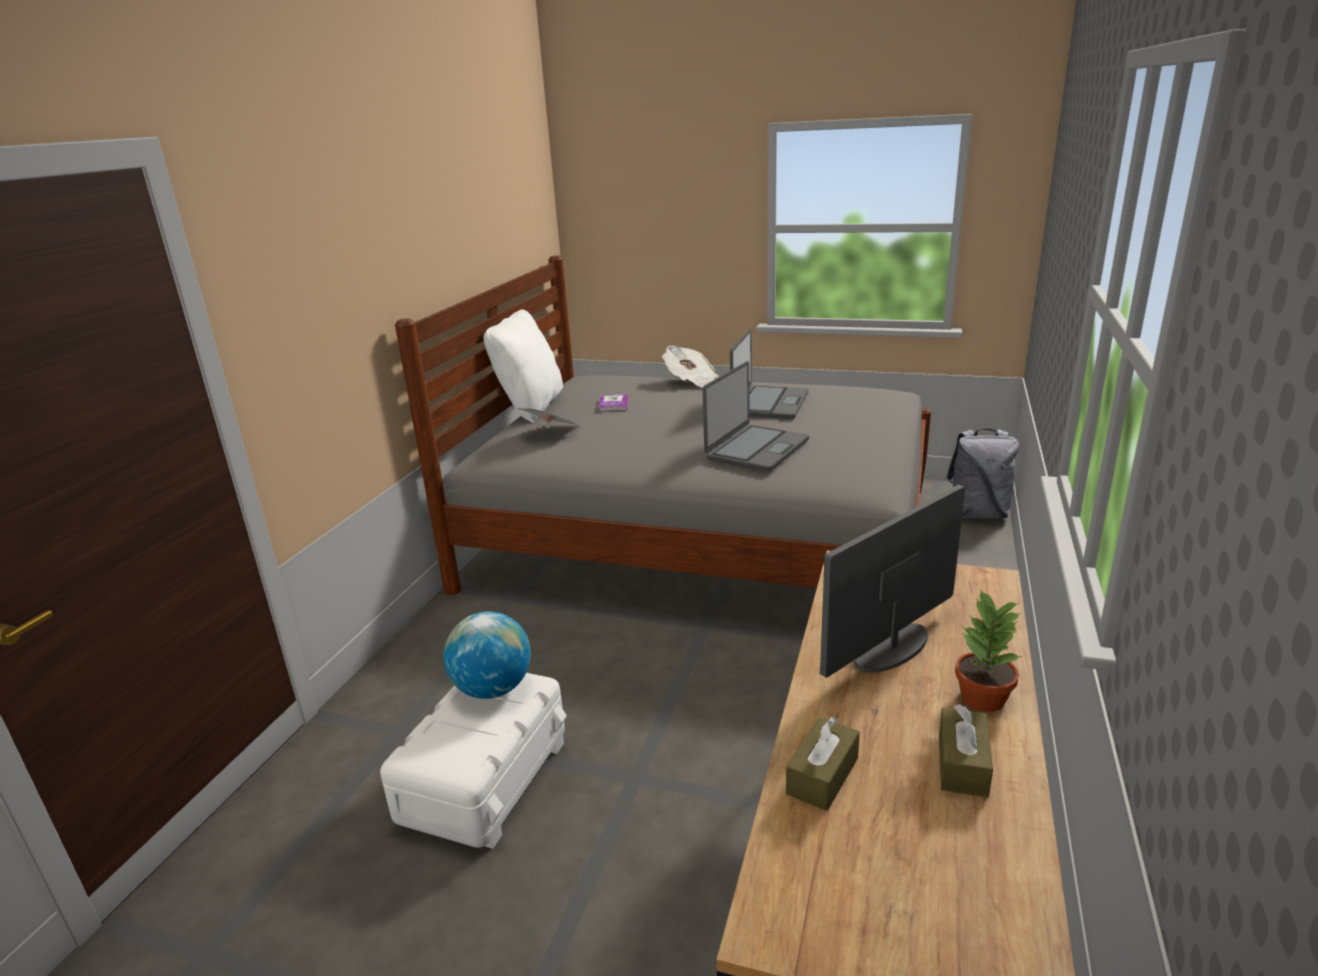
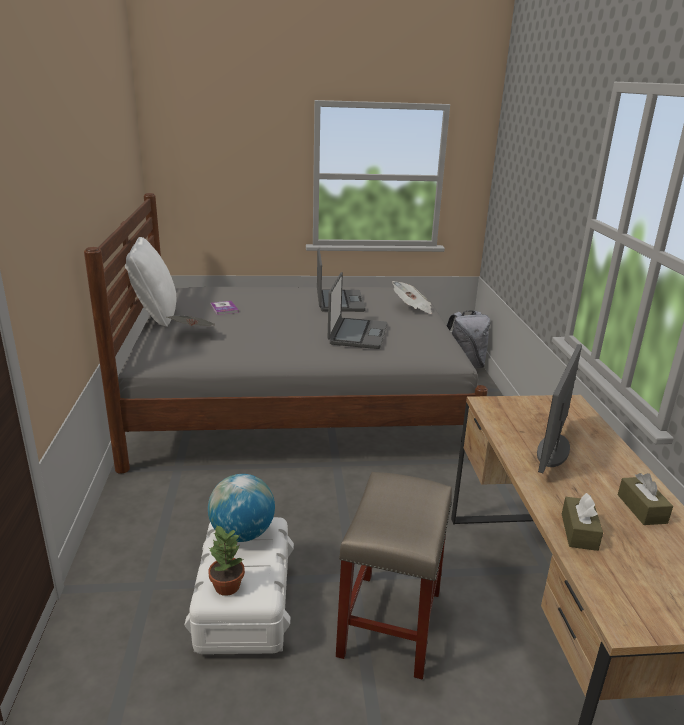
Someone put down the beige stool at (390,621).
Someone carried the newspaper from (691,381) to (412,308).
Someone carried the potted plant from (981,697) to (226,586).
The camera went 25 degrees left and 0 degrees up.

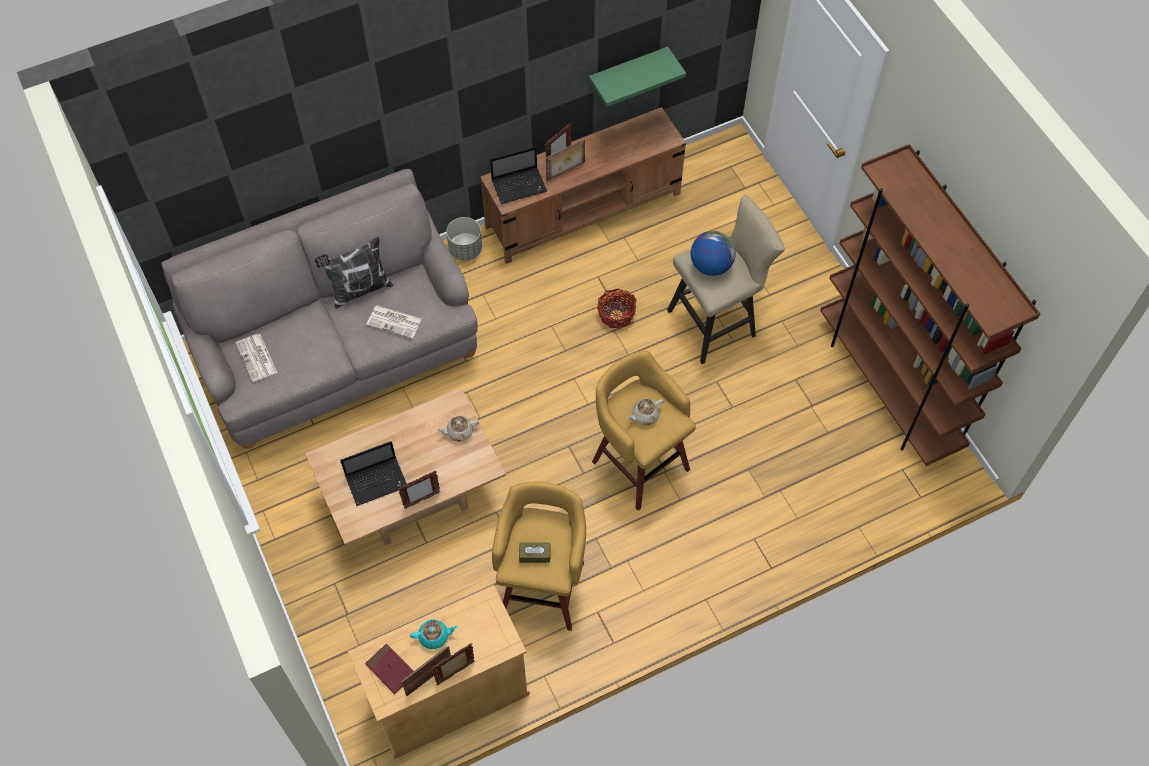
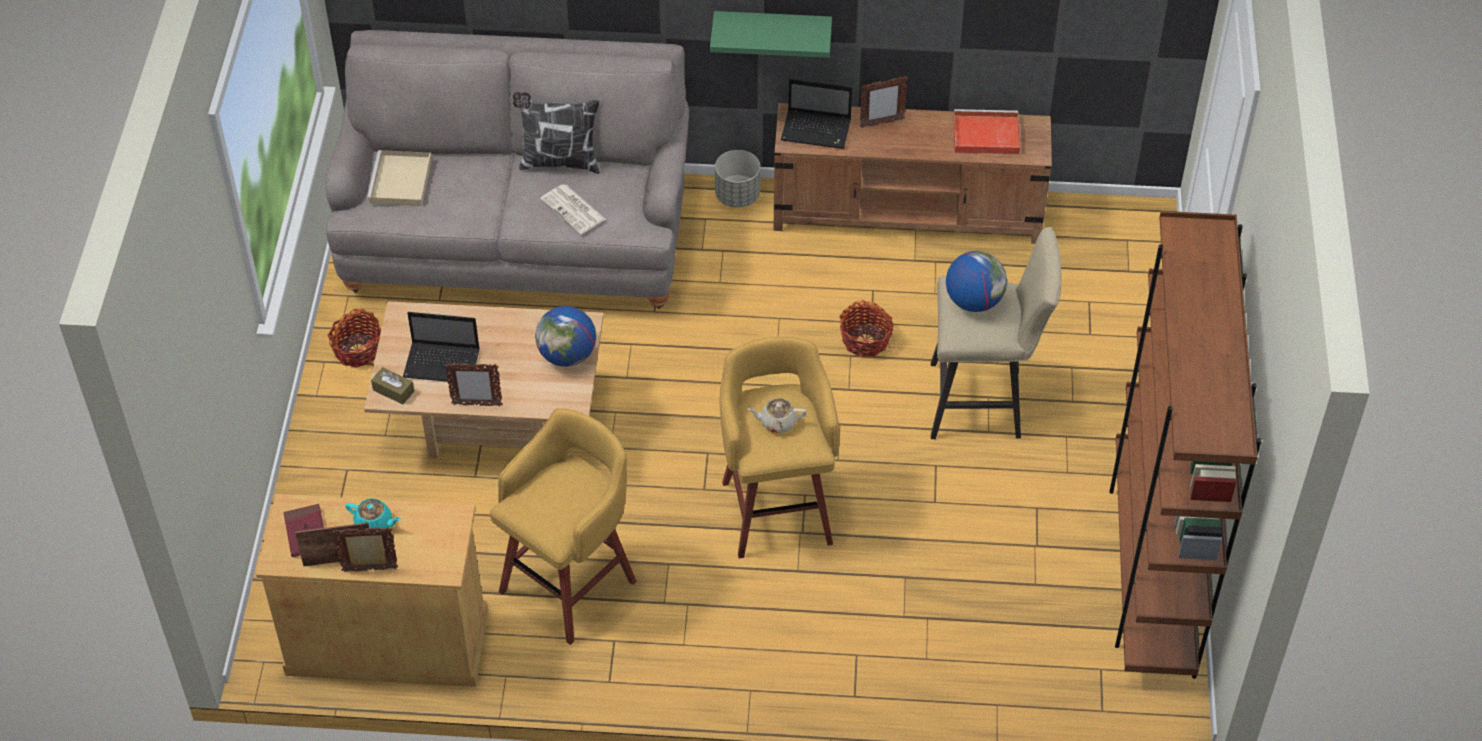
Someone took away the picture frame at (566,172).
Someone put down the basket at (358,350).
Someone put down the red tray at (984,135).
Someone carried the brown tissue box from (534,555) to (393,391).
Someone carried the green shelf from (628,72) to (772,30).
Someone swapped the newspaper at (257,358) for the beige tray at (401,182).
Someone swapped the beige teapot at (459,432) for the globe at (567,356).
The camera went 30 degrees right and 10 degrees down.

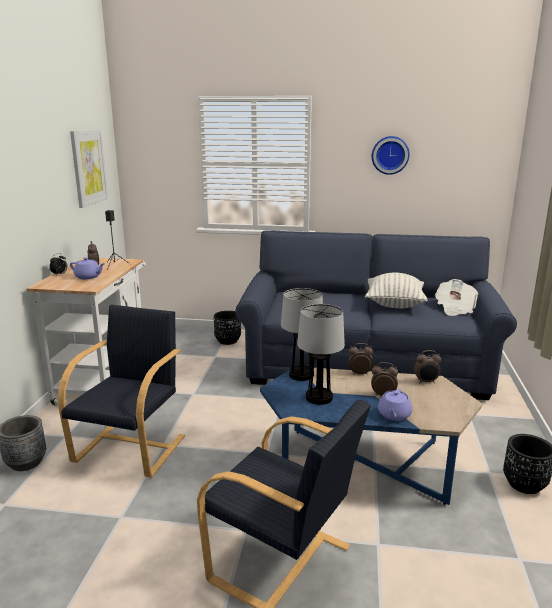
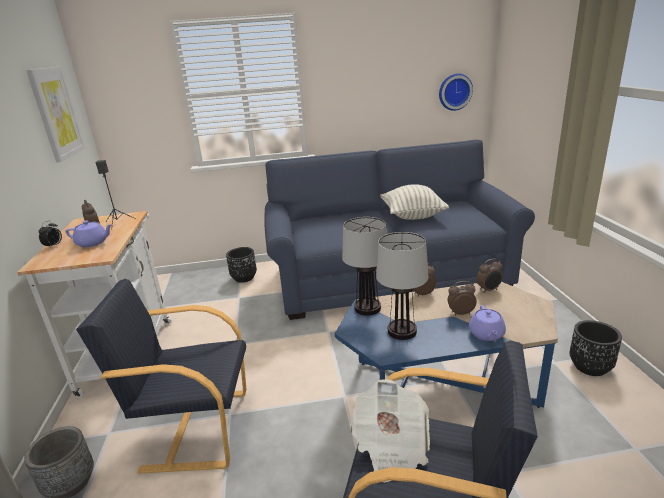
Someone carried the wall clock from (390,155) to (454,92).
Someone carried the newspaper from (454,309) to (390,445).
Someone rotated the black armchair at (131,448) by 90 degrees counterclockwise.
The camera went 15 degrees left and 5 degrees up.

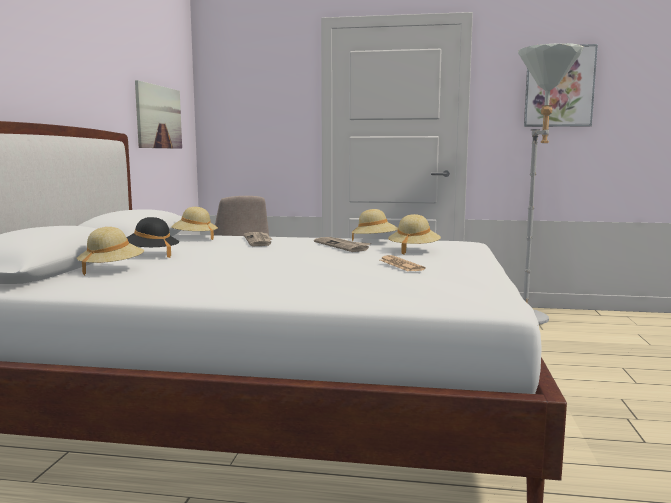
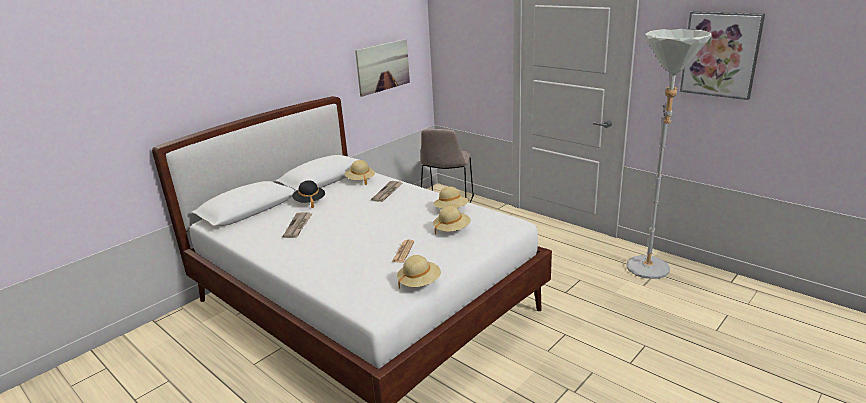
Someone carried the beige hat from (111,270) to (419,283).
Someone carried the newspaper from (342,246) to (298,226).
The camera went 35 degrees right and 15 degrees up.

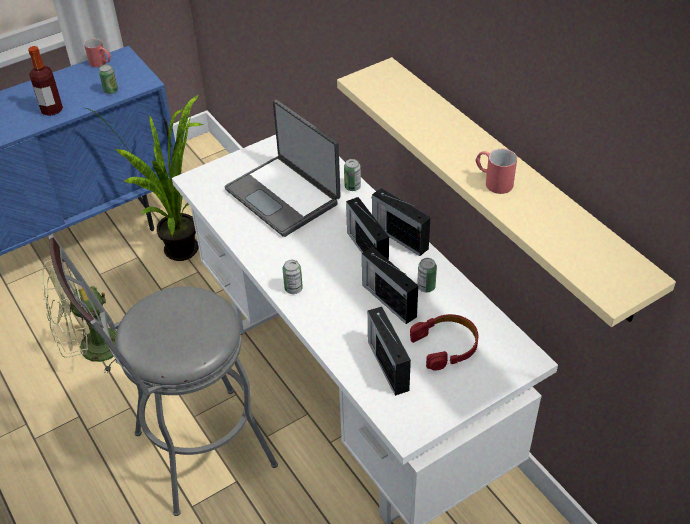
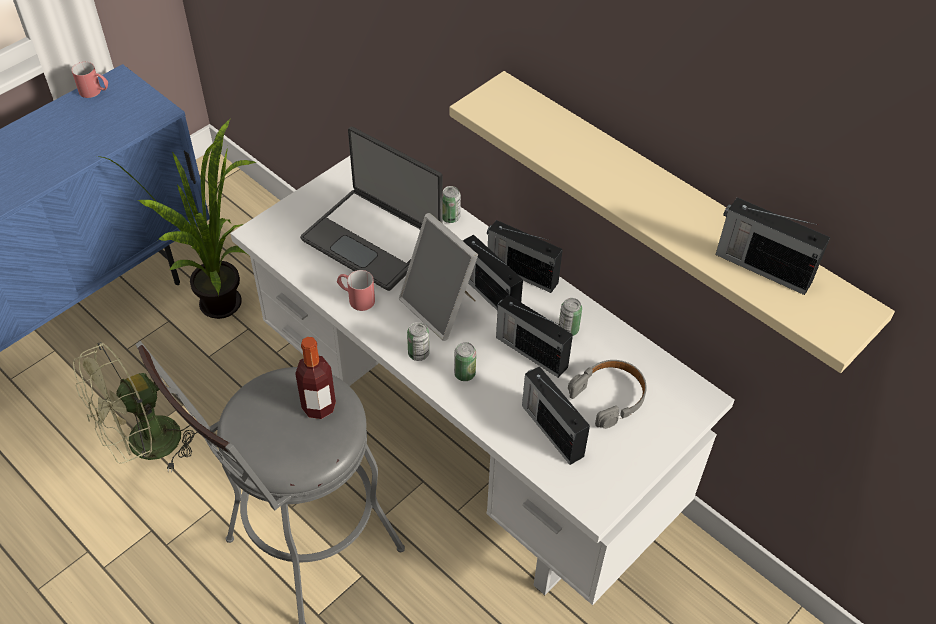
Someone put down the picture frame at (441,308).
Someone put down the radio at (761,267).
Someone carried the bottle from (52,110) to (319,406).
Someone carried the can from (111,90) to (464,374).
Someone carried the red mug from (493,181) to (356,298).
Someone repainted the red headphones at (446,345), which became the grey headphones at (609,396).
The camera went 15 degrees left and 5 degrees up.

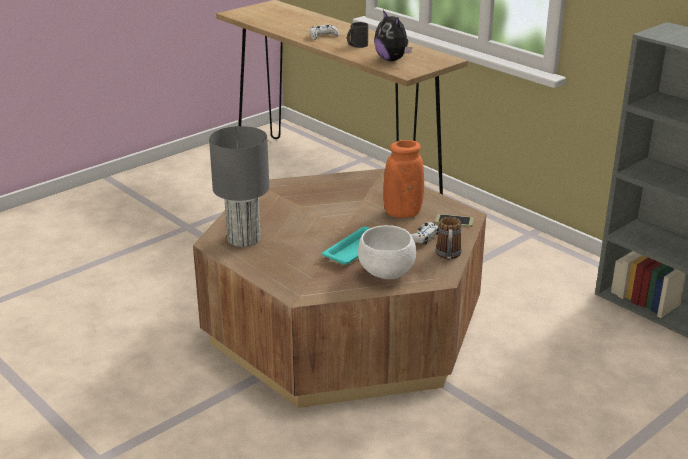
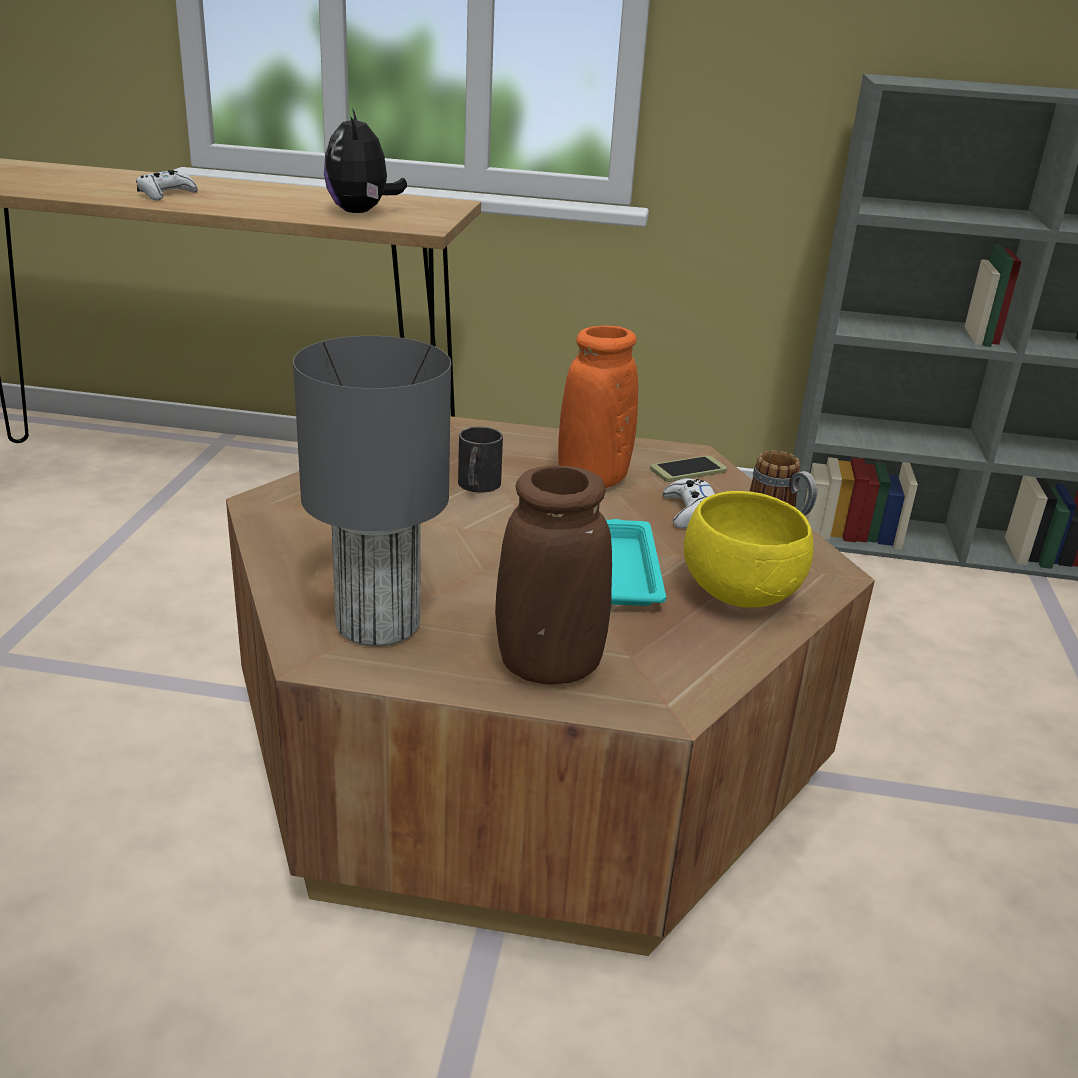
Someone put down the brown vase at (548,667).
Someone carried the black mug from (356,45) to (477,487).
Someone repainted the white bowl at (387,274), which became the yellow bowl at (743,596).
Someone rotated the plush toy at (392,60) by 60 degrees clockwise.
The camera went 40 degrees left and 0 degrees up.

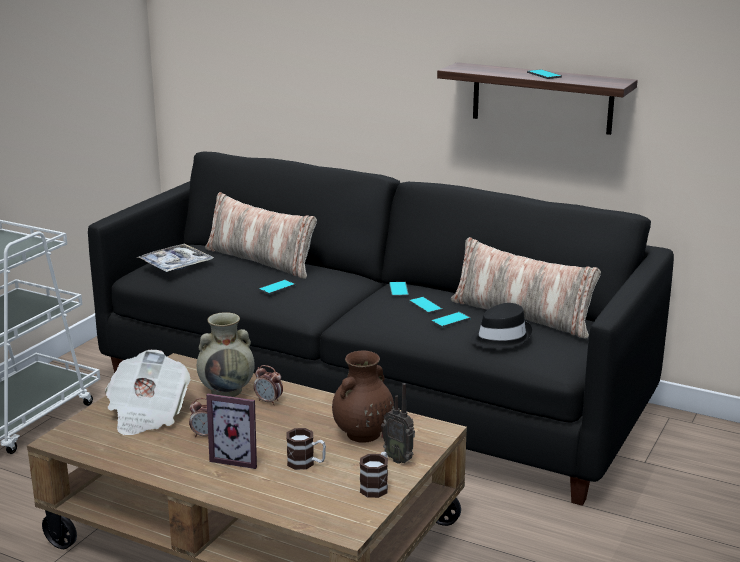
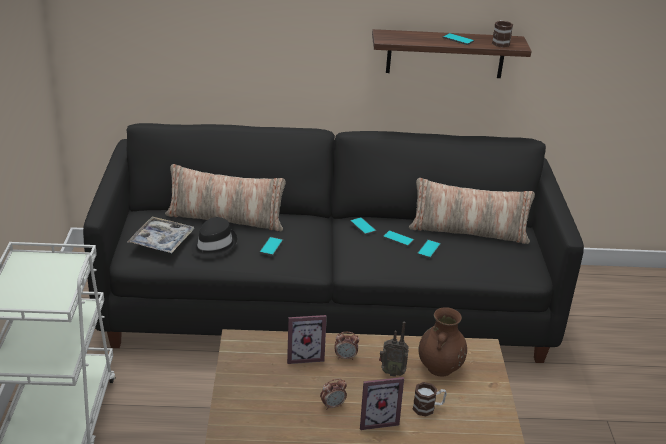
Someone took away the newspaper at (147,414).
Someone carried the mug from (376,486) to (500,42).
Someone carried the radio from (399,459) to (392,372).
Someone carried the black hat from (500,337) to (213,245).
Someone swapped the beige vase at (227,390) for the picture frame at (304,355).
The camera went 30 degrees left and 10 degrees up.

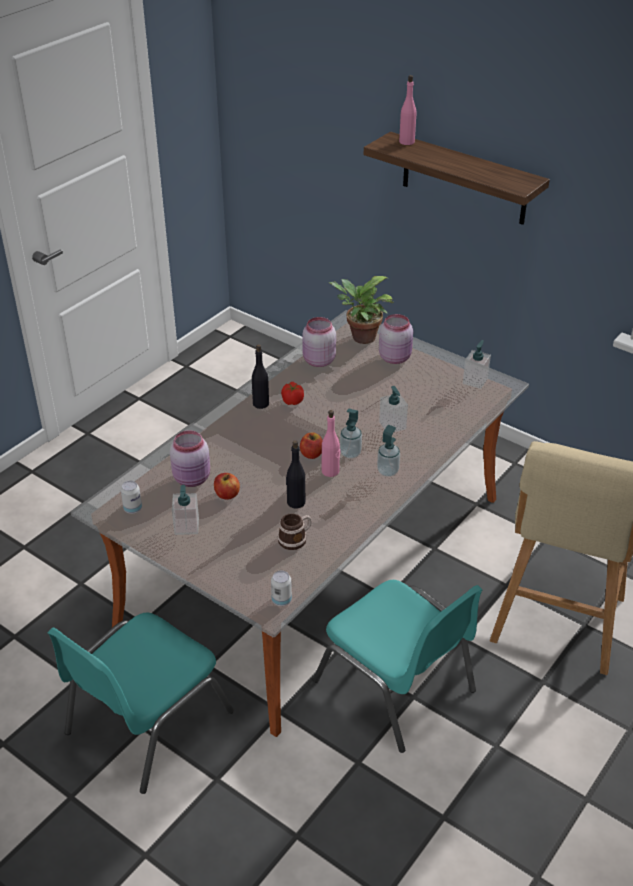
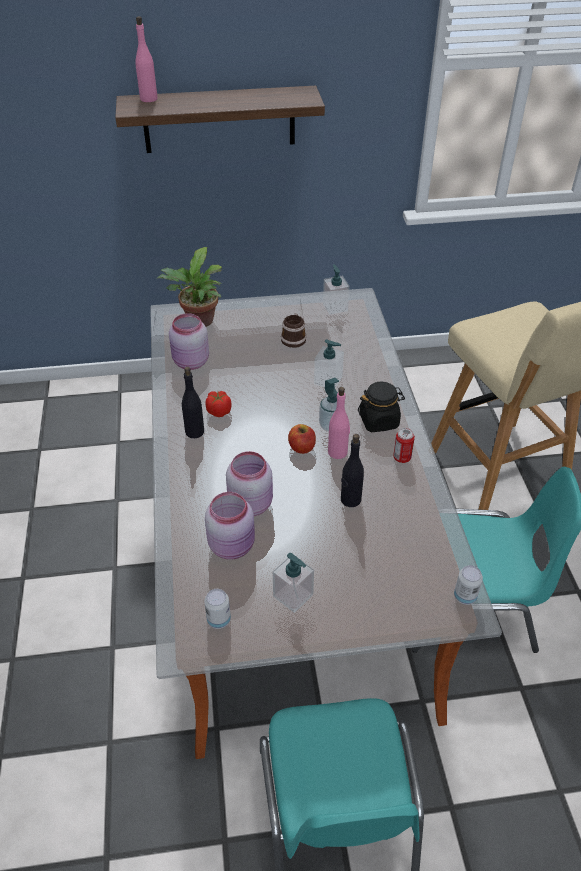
Someone took away the apple at (227,494).
Someone put down the can at (402,457).
Someone carried the mug from (295,539) to (294,338).
Someone carried the pink jar from (395,357) to (250,503).
Someone swapped the soap dispenser at (387,471) for the black jar at (379,421).
The camera went 45 degrees left and 5 degrees up.

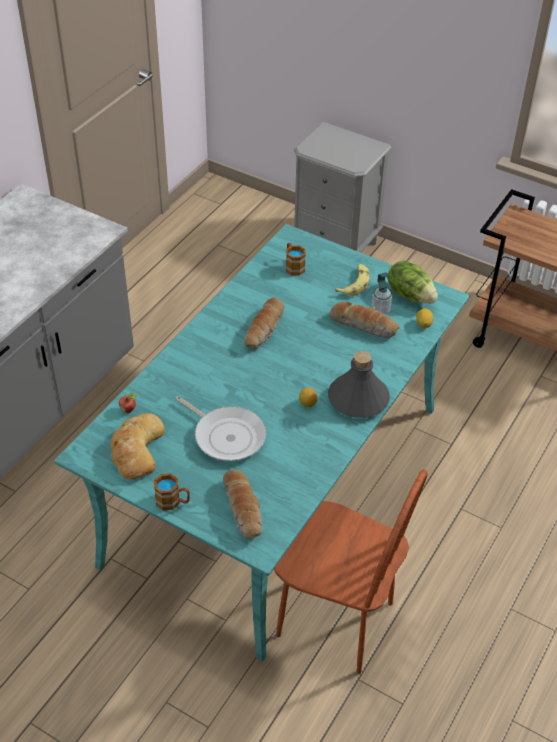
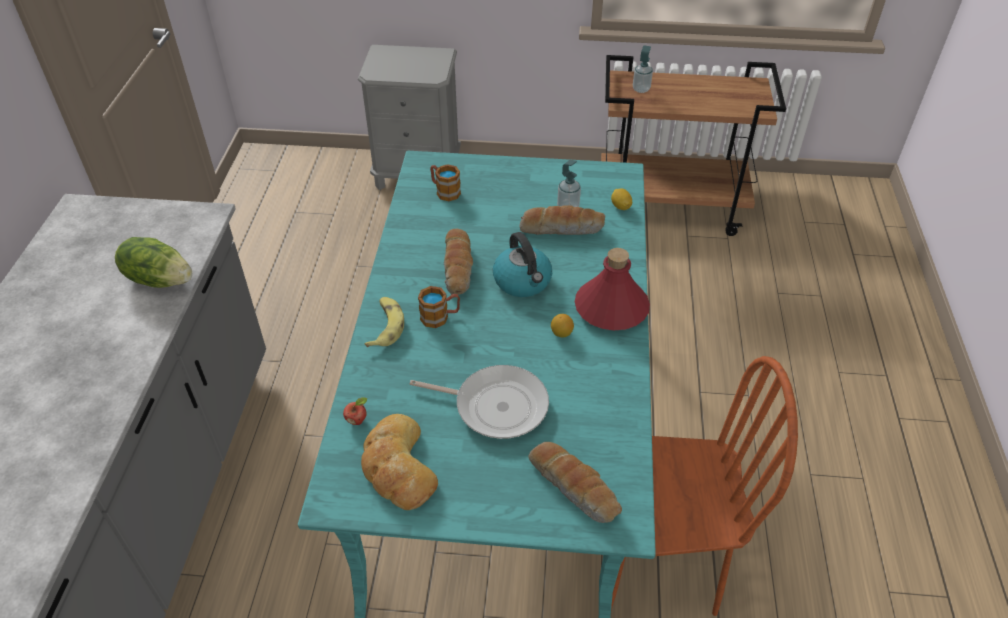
Someone put down the kettle at (523,281).
Someone put down the soap dispenser at (641,89).
Someone carried the mug from (173,501) to (440,317).
Someone carried the banana from (354,284) to (385,326).
Someone carried the lettuce from (410,295) to (159,279).
Someone repainted the grey bottle at (358,399), which became the red bottle at (611,308).
The camera went 25 degrees left and 0 degrees up.

